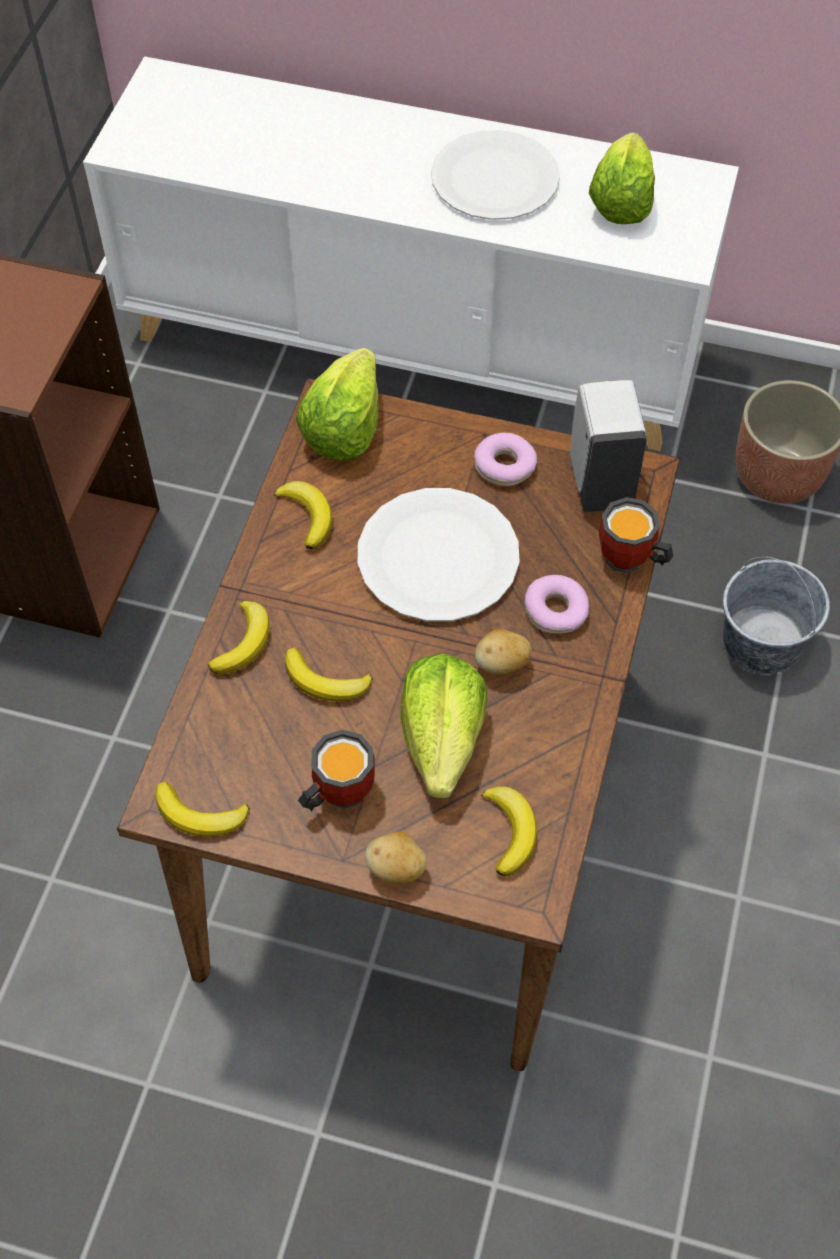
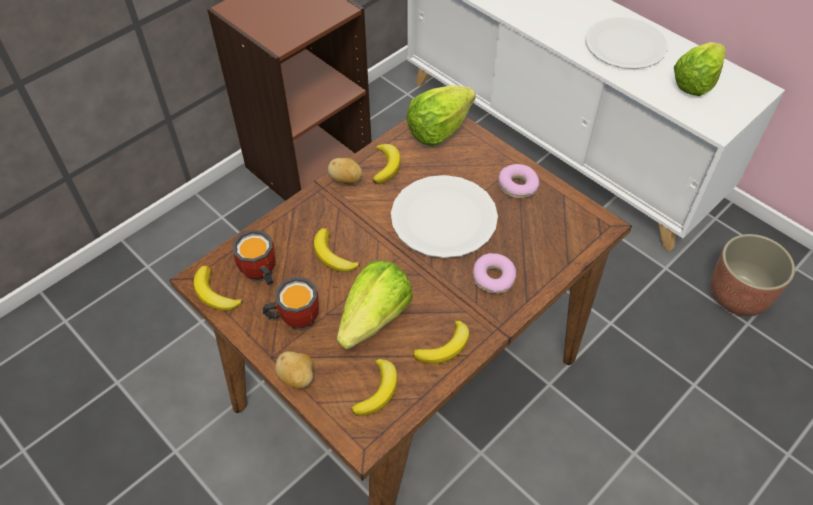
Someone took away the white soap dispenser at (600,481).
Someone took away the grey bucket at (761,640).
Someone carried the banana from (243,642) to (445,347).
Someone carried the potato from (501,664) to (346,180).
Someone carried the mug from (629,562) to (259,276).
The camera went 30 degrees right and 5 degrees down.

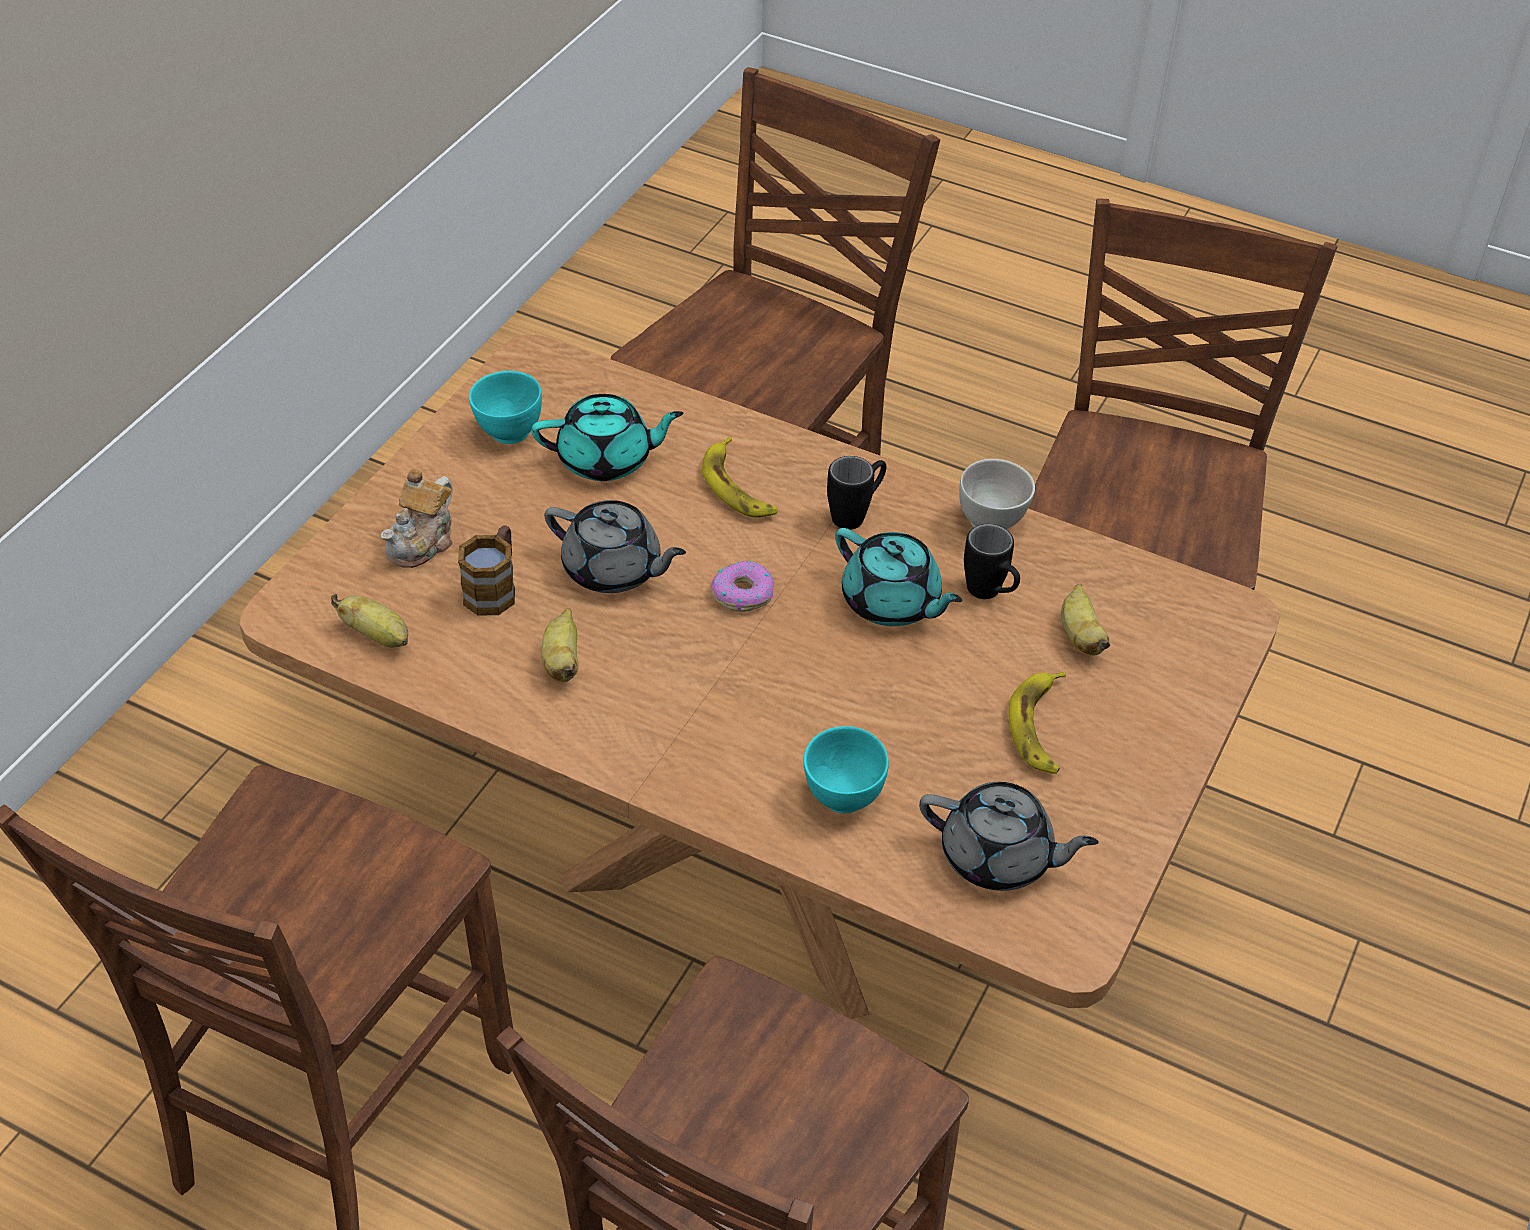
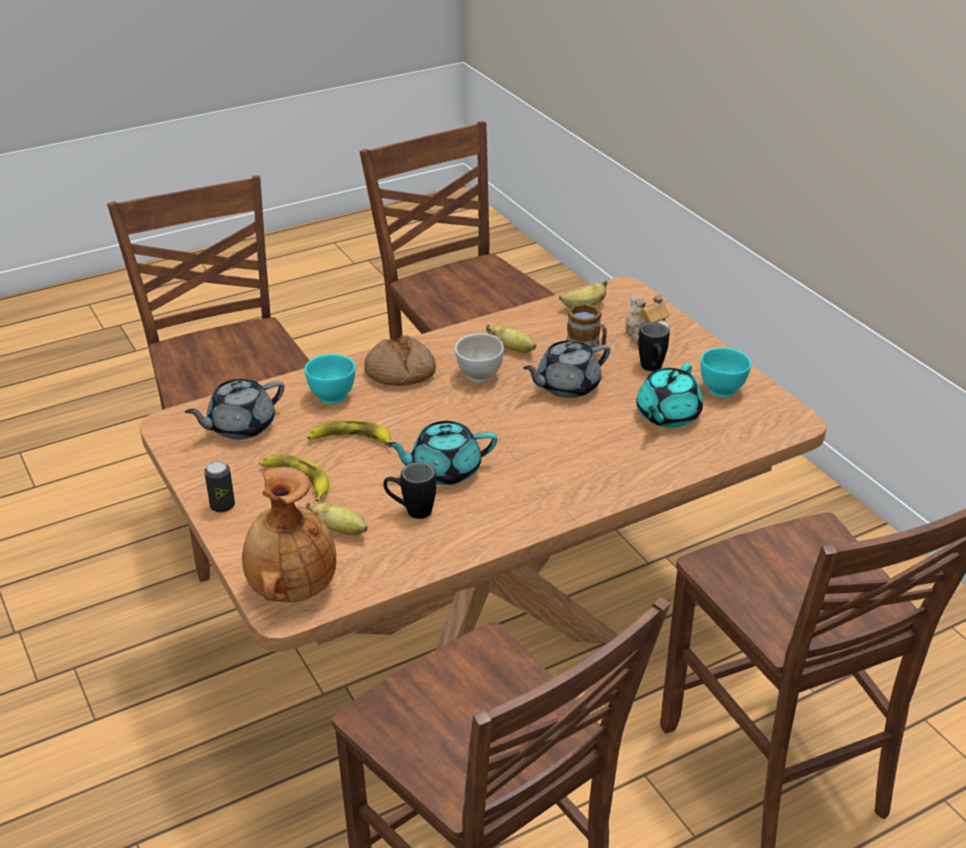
Someone took away the donut at (742,593).
Someone put down the can at (222,505).
Someone put down the brown vase at (291,587).
Someone put down the bread at (400,372).
Someone carried the banana from (738,487) to (350,439).
Someone carried the black mug from (856,514) to (652,369).
Someone carried the white bowl from (991,522) to (479,376).
The camera went 125 degrees right and 10 degrees down.

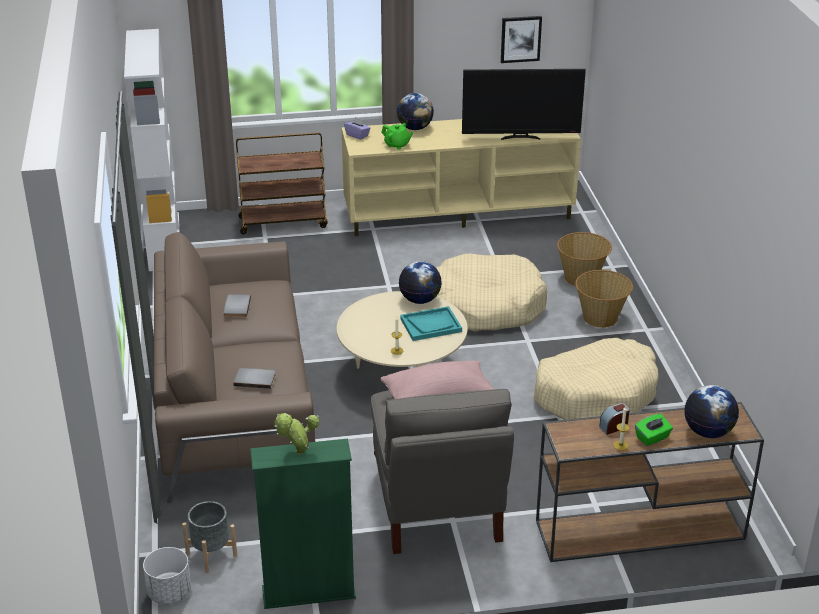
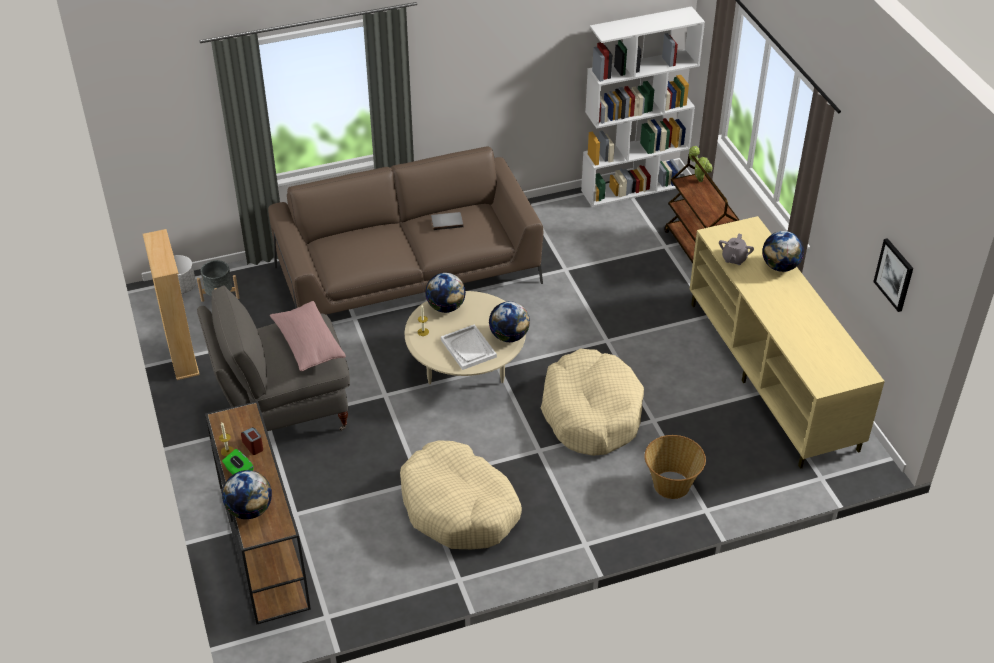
Someone took away the grey book at (255,379).
Someone took away the purple tissue box at (357,135).
Someone took away the television at (520,137).
Someone took away the basket at (600,318).
Someone put down the globe at (446,307).
Someone carried the potted plant from (298,453) to (698,180).
Someone repainted the green bookcase at (308,593), which became the beige bookcase at (182,355).
Someone repainted the green teapot at (397,145), which became the grey teapot at (734,259).
Someone repainted the turquoise tray at (431,325), which became the white tray at (468,348).
The camera went 80 degrees right and 10 degrees up.

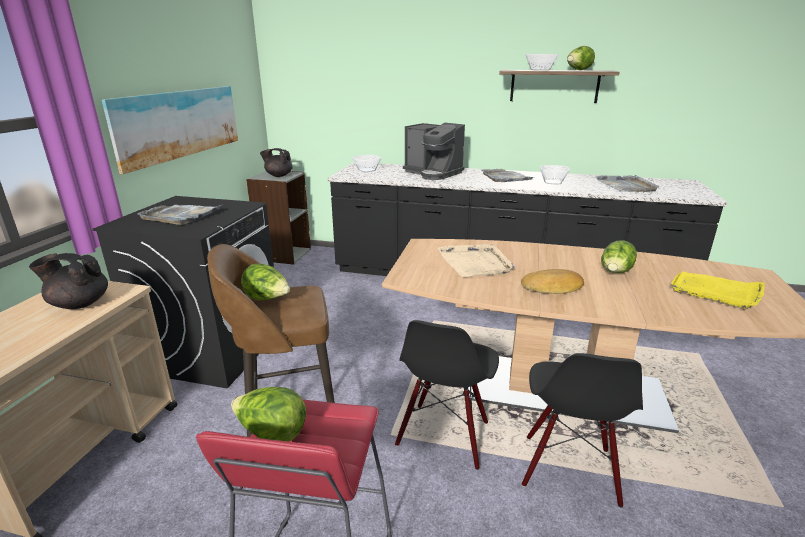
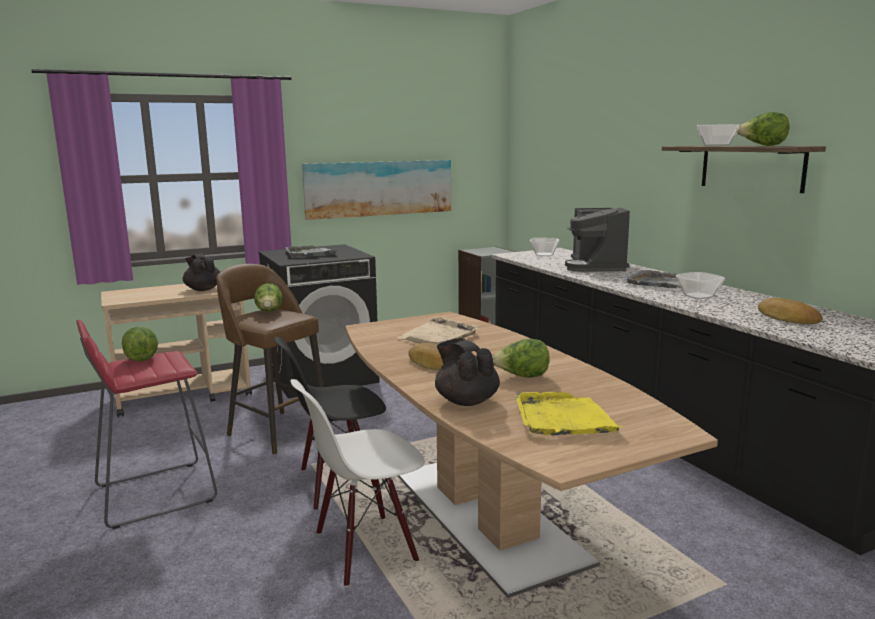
Someone carried the black teapot from (278,175) to (466,401).
Someone swapped the grey tray at (626,186) for the bread at (787,318).
Someone repainted the black chair at (568,469), which became the white chair at (365,548).
The camera went 50 degrees right and 10 degrees down.

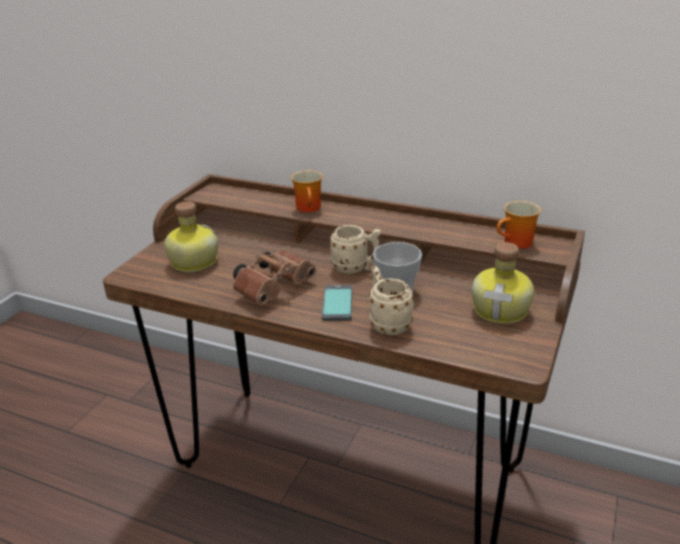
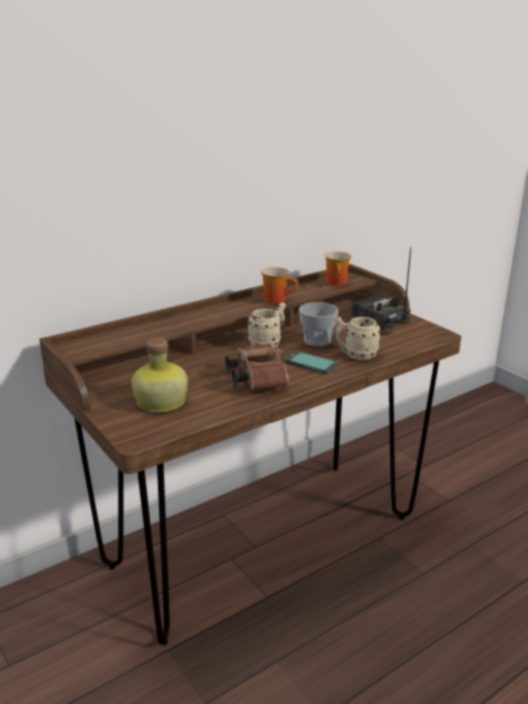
Someone carried the mug from (310,208) to (278,299).
Someone swapped the bottle at (502,310) for the radio at (378,321).
The camera went 60 degrees left and 5 degrees down.

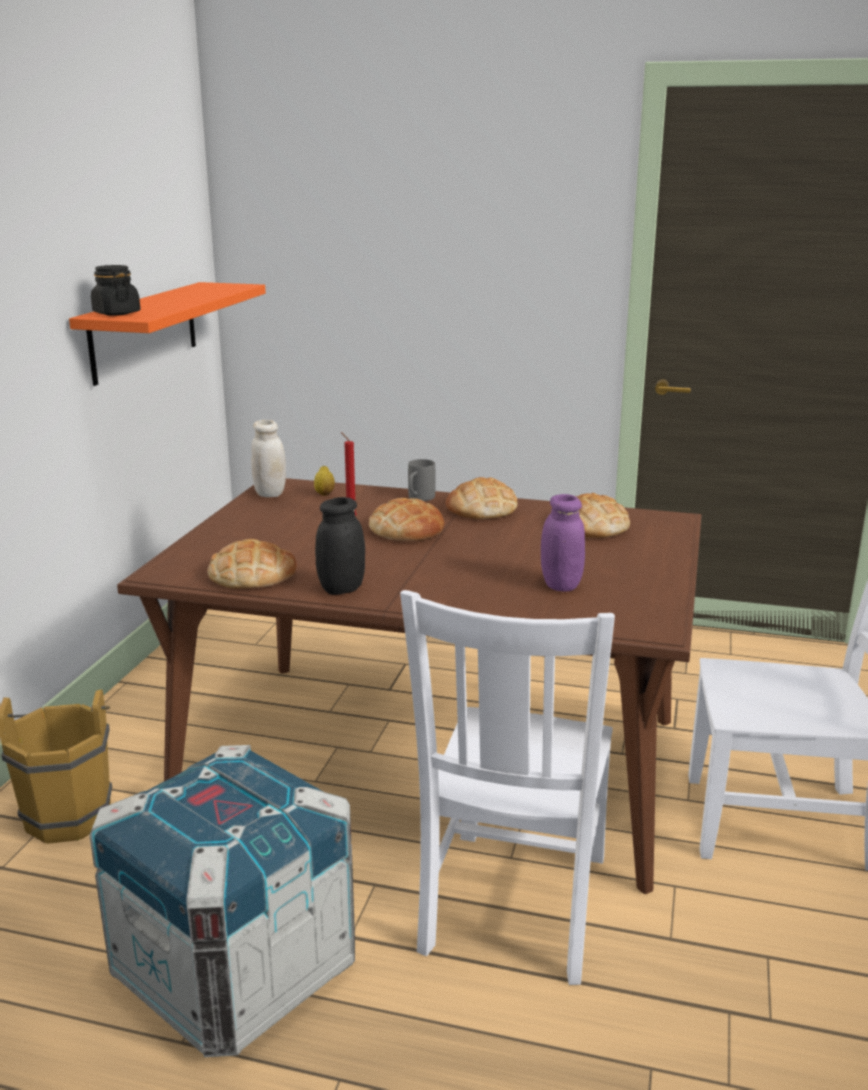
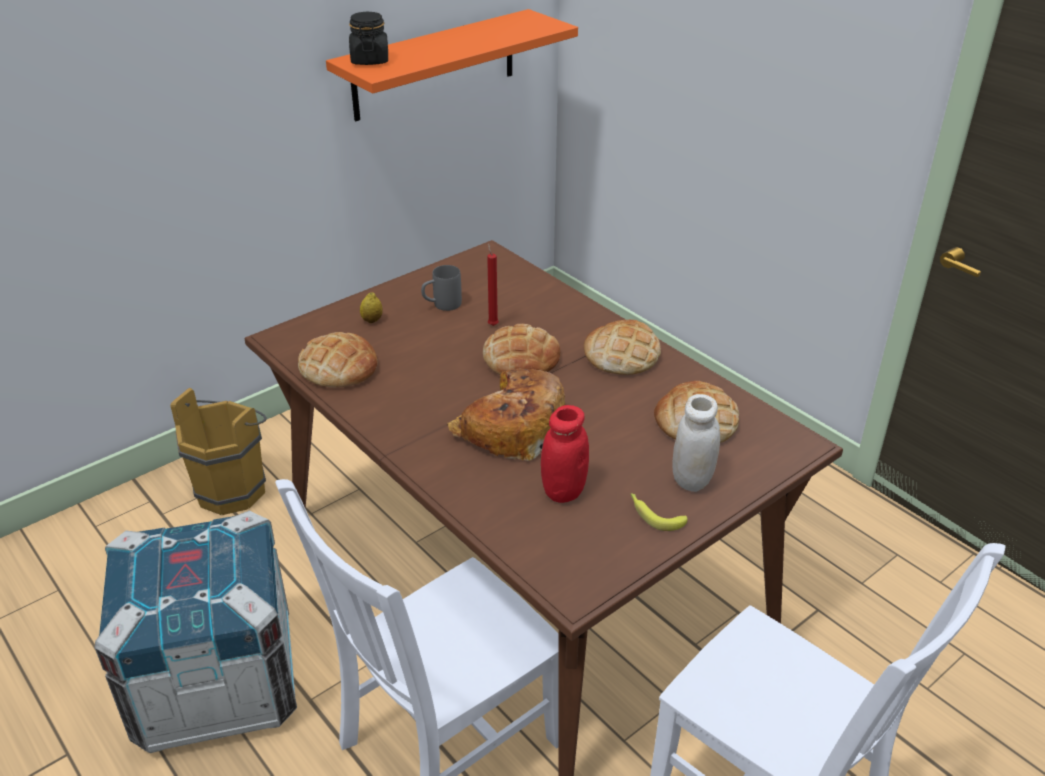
Someone took away the black jar at (341,589).
Someone put down the bread at (510,428).
Someone put down the banana at (654,515).
Someone carried the white jar from (270,493) to (692,479).
Someone carried the lemon from (324,494) to (372,320).
Someone carried the grey mug from (418,499) to (441,305).
Someone repainted the purple jar at (561,585), which became the red jar at (563,491).
The camera went 35 degrees right and 15 degrees up.

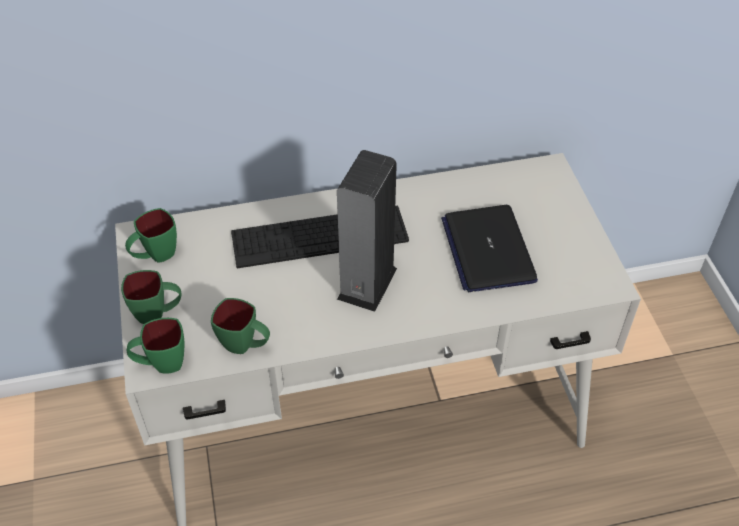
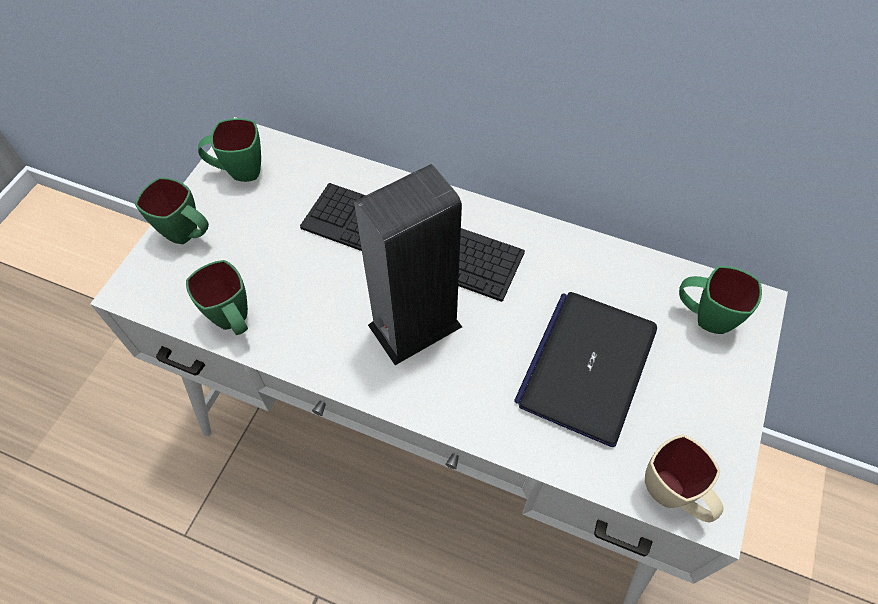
Someone put down the beige mug at (673,496).
Someone carried the green mug from (161,364) to (703,317).
The camera went 35 degrees right and 10 degrees up.

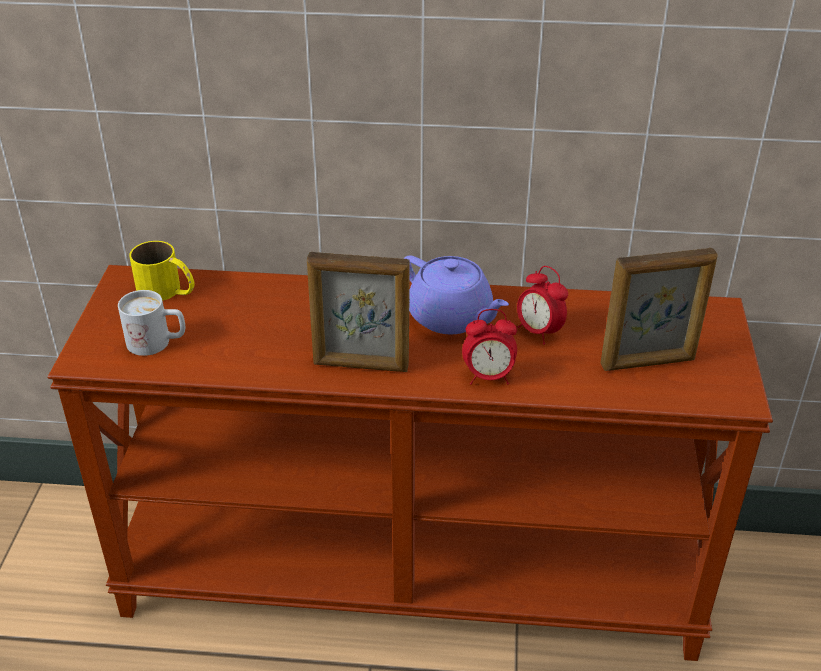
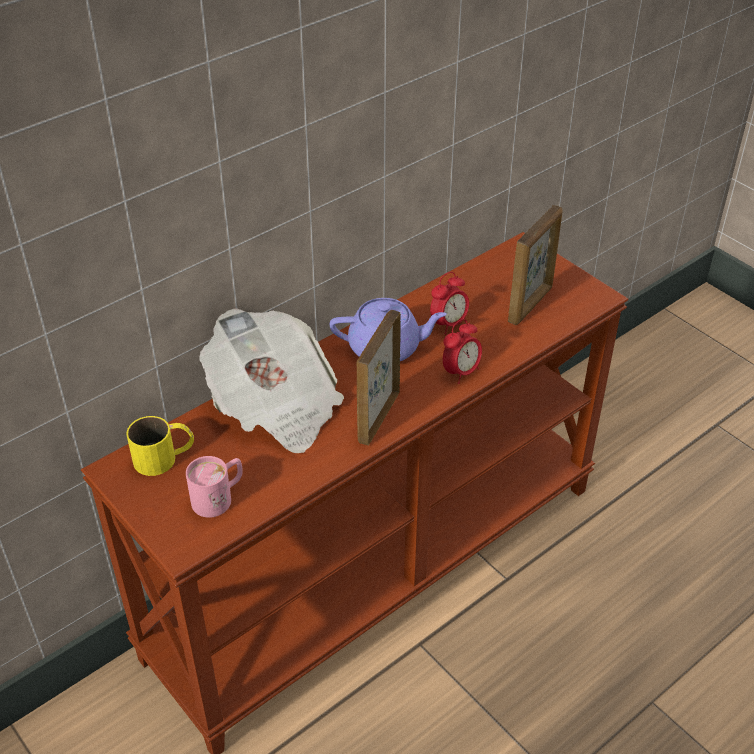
Someone put down the newspaper at (275,406).
Someone repainted the white mug at (157,343), which became the pink mug at (219,497).
Someone rotated the picture frame at (361,365) by 150 degrees clockwise.
Someone rotated the alarm clock at (539,332) by 45 degrees counterclockwise.
The camera went 45 degrees left and 5 degrees up.

